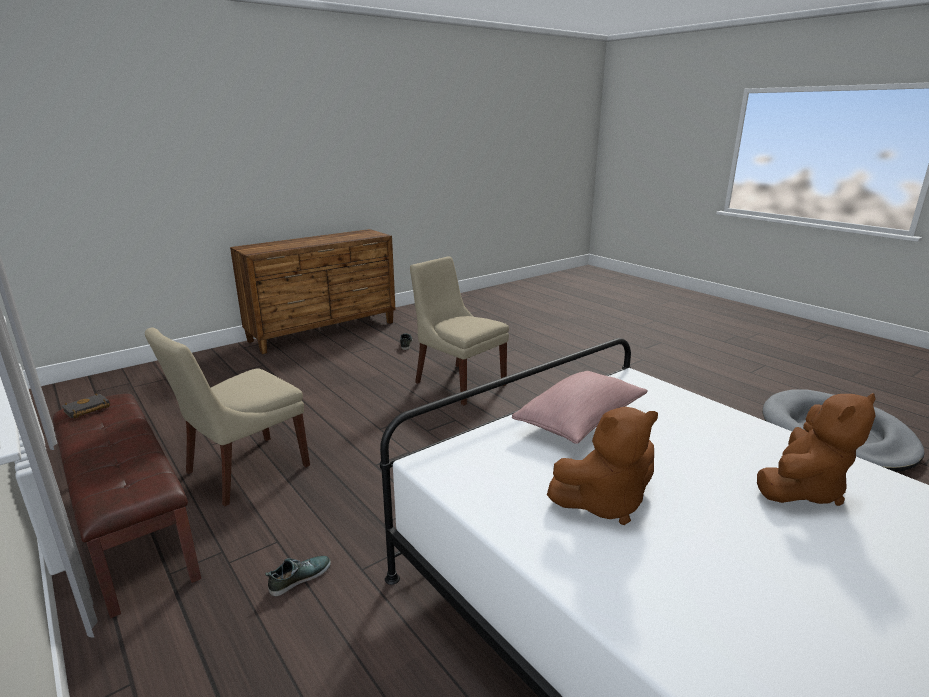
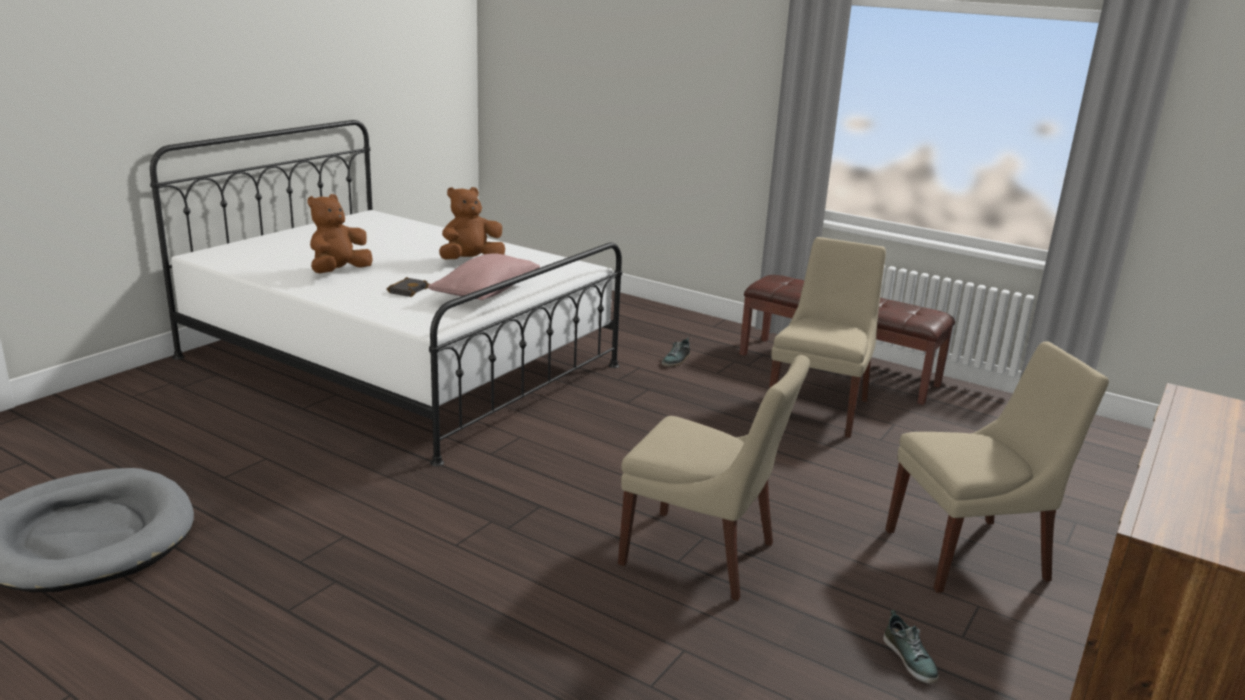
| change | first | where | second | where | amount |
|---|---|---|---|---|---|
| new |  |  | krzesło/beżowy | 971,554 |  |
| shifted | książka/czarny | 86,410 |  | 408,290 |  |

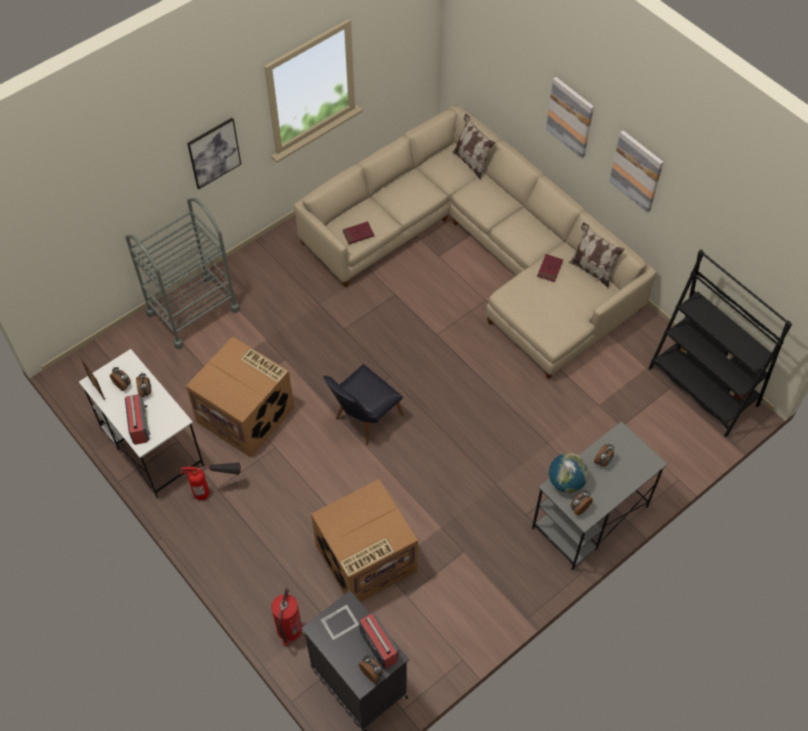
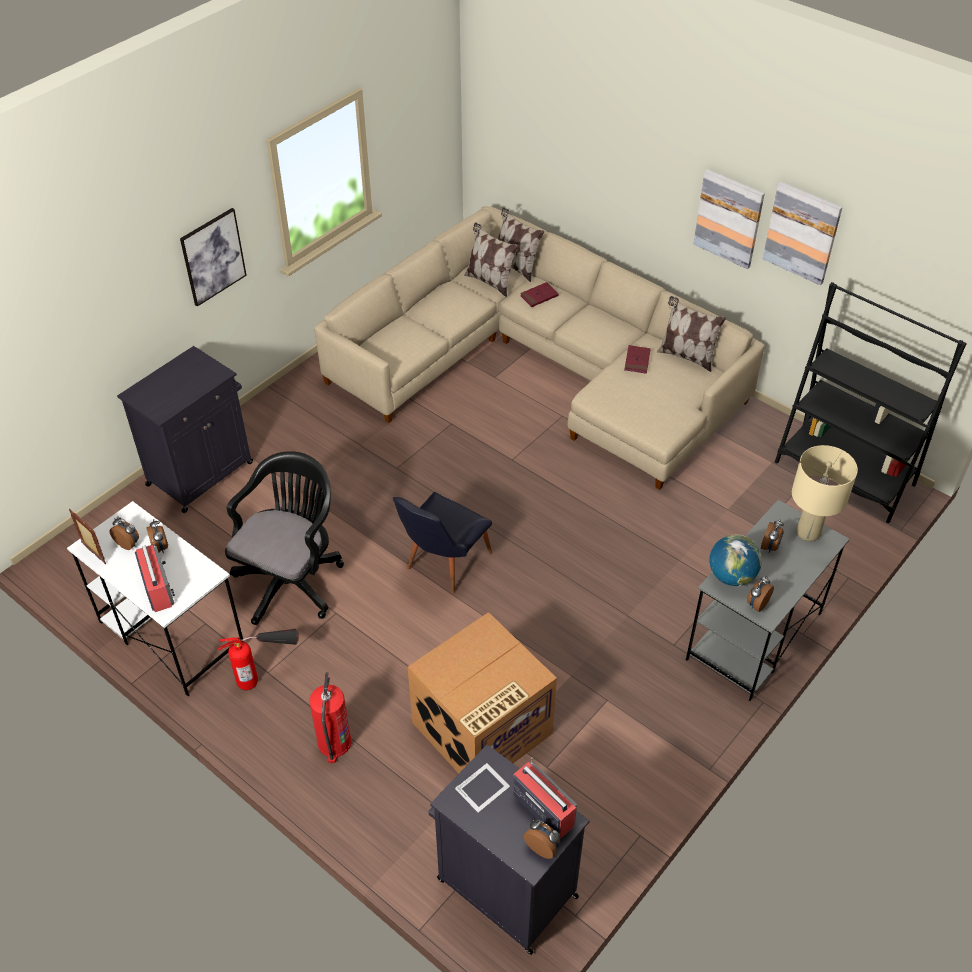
| change | first | where | second | where | amount |
|---|---|---|---|---|---|
| new |  |  | poduszka | 490,281 |  |
| new |  |  | lampa stołowa/beżowy | 808,533 |  |
| shifted | gaśnica | 289,629 |  | 334,743 |  |
| shifted | książka/czerwony | 358,234 |  | 539,296 |  |
| shifted | obraz | 570,117 |  | 802,232 |  |
| swapped | wózek/szary | 193,311 | szafka/czarny | 202,472 |  |
| swapped | karton | 247,414 | krzesło biurowe/czarny | 292,579 |  |

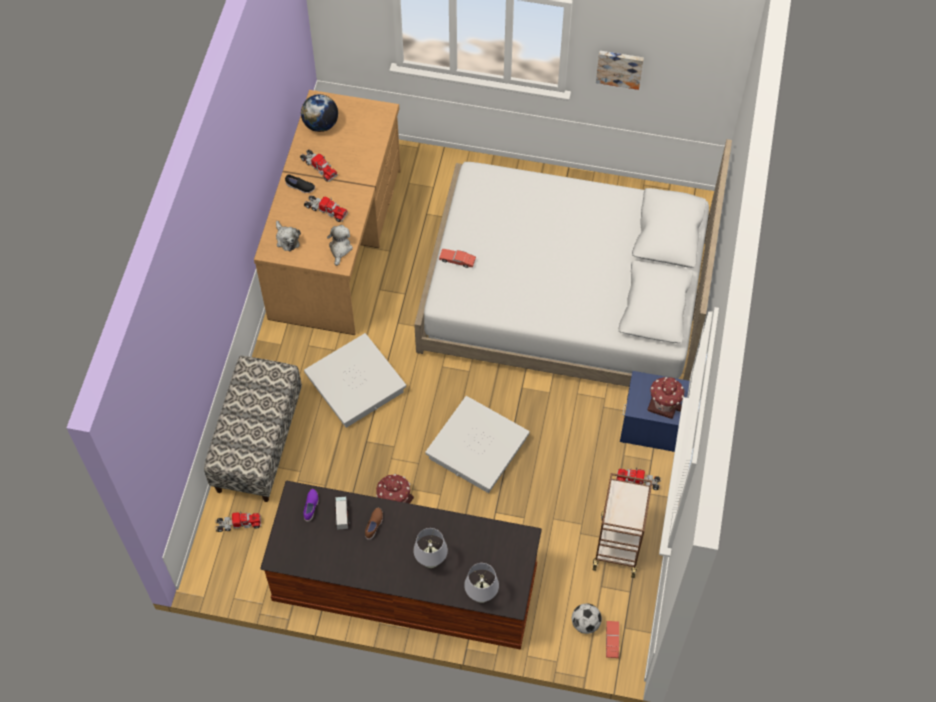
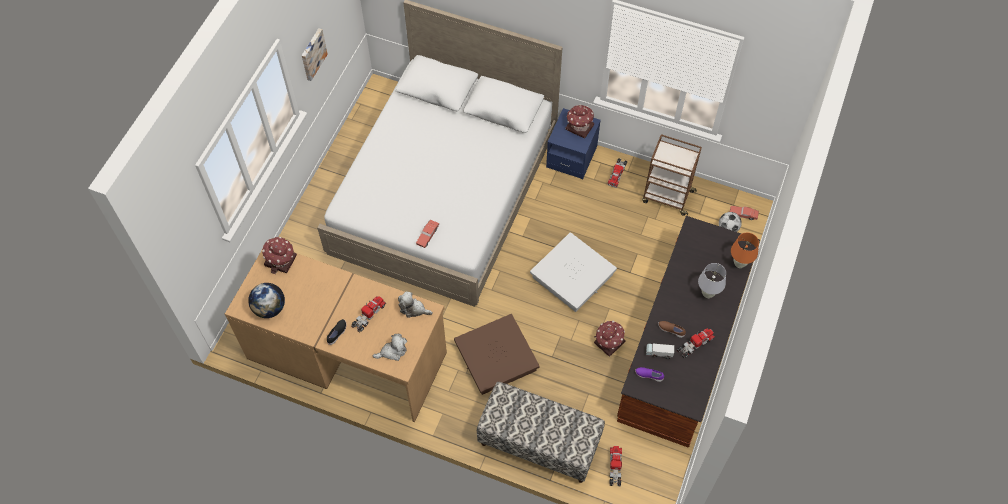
| change | first | where | second | where | amount |
|---|---|---|---|---|---|
| new |  |  | domek | 281,261 |  |
| shifted | ciężarówka zabawkowa | 318,167 |  | 695,344 |  |
| repainted | pojemnik do przechowywania/biały | 355,385 | pojemnik do przechowywania/brązowy | 496,358 |  |
| repainted | lampa stołowa/biały | 481,596 | lampa stołowa/pomarańczowy | 739,264 |  |

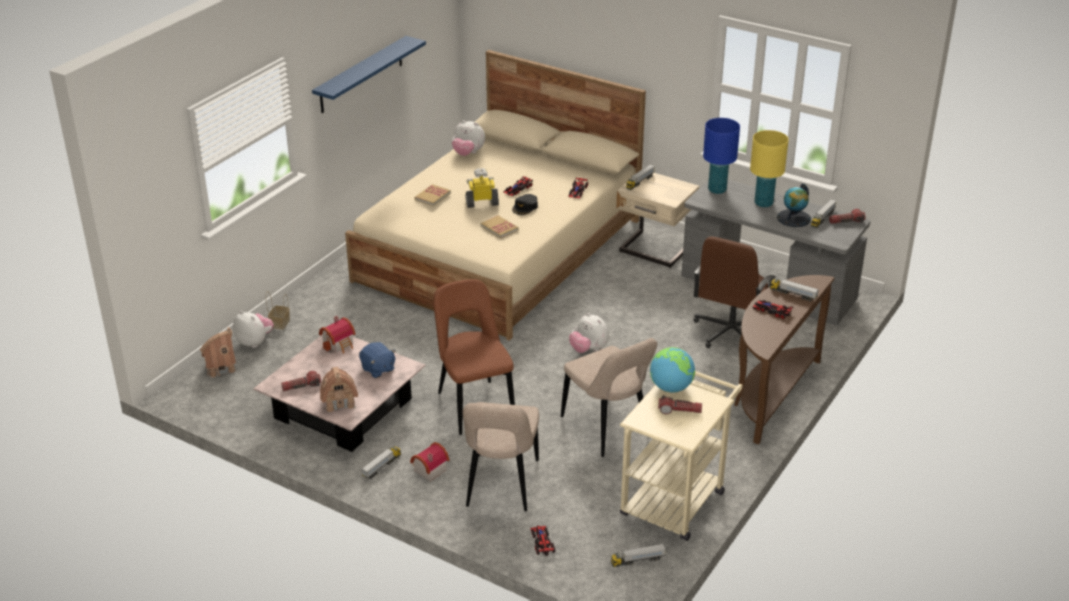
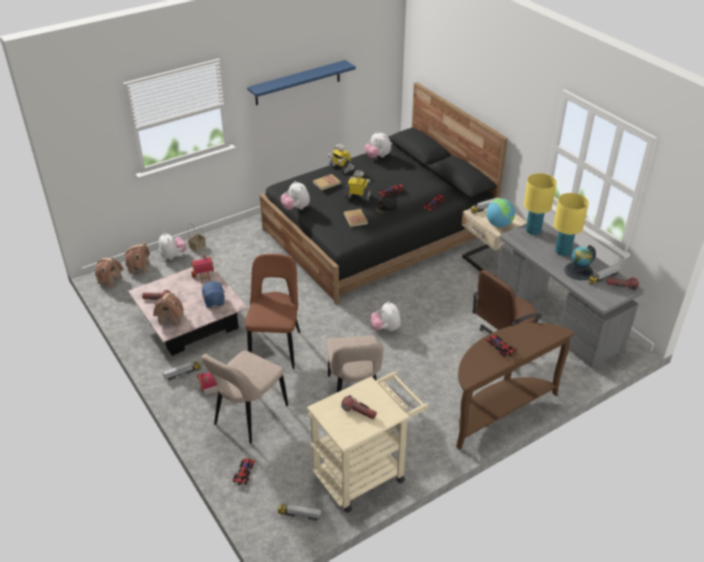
| change | first | where | second | where | amount |
|---|---|---|---|---|---|
| gone | ciężarówka zabawkowa | 793,294 |  |  |  |
| new |  |  | domek | 110,280 |  |
| new |  |  | pluszak | 296,208 |  |
| new |  |  | robot zabawkowy | 341,167 |  |
| shifted | globus | 671,387 |  | 499,224 |  |
| repainted | łóżko/beżowy | 500,250 | łóżko/czarny | 378,233 |  |
| repainted | lampa stołowa/niebieski | 717,190 | lampa stołowa/żółty | 533,231 |  |

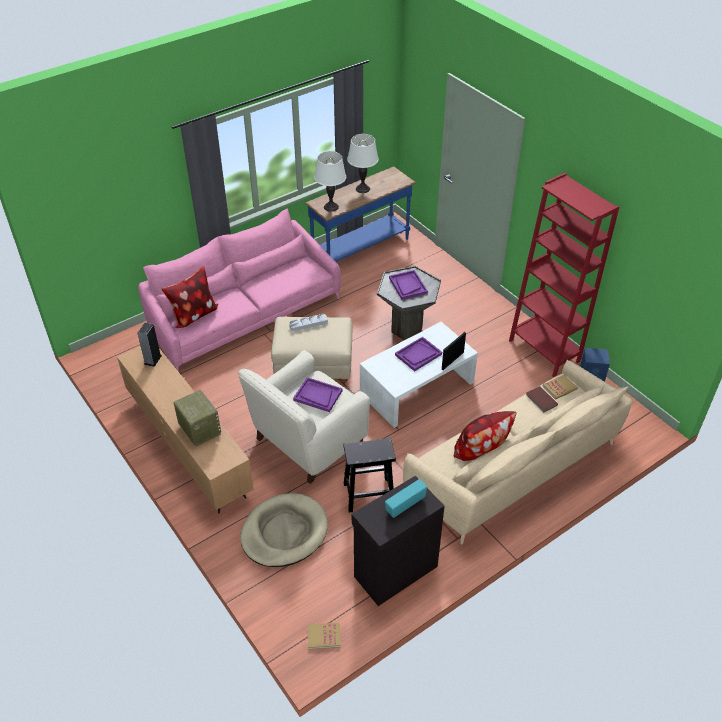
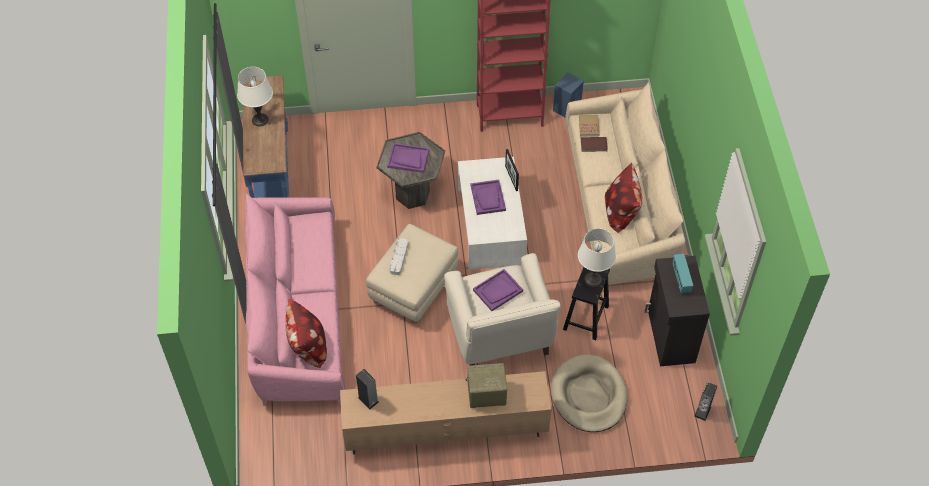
| change | first | where | second | where | amount |
|---|---|---|---|---|---|
| shifted | lampa stołowa/biały | 331,207 |  | 593,279 |  |
| swapped | książka | 324,636 | głośnik | 702,411 |  |

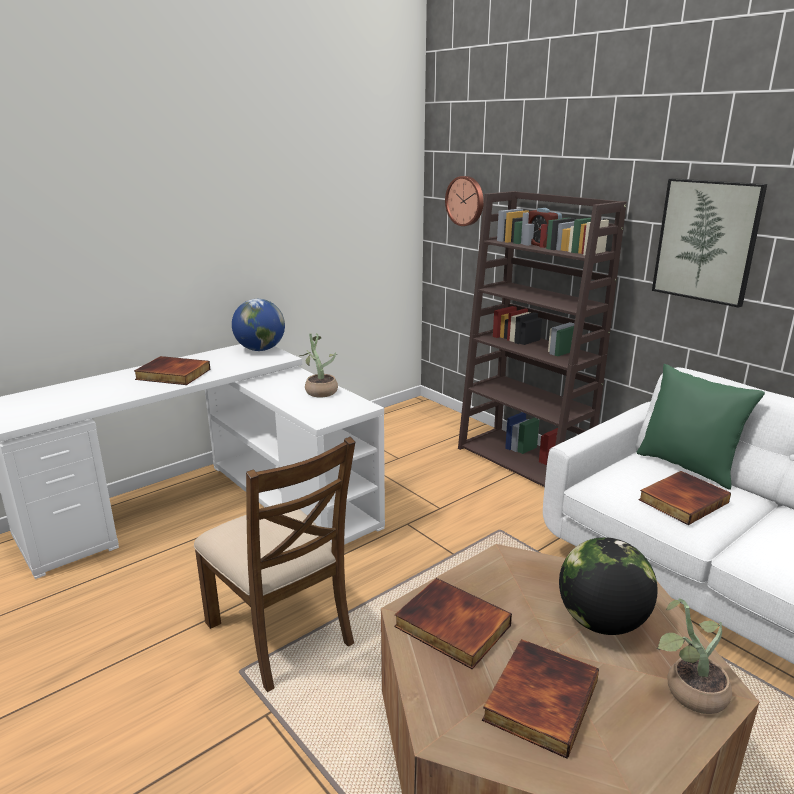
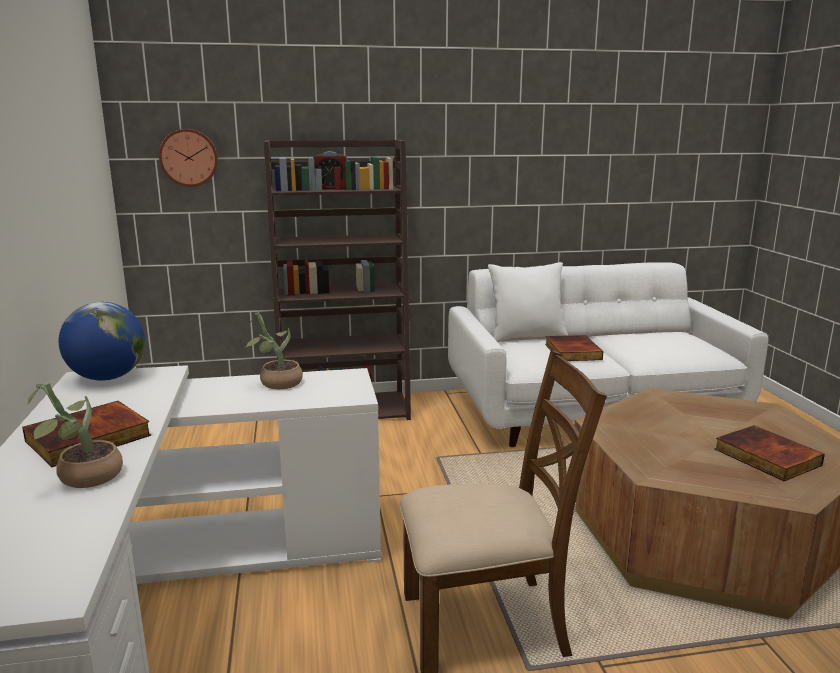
| change | first | where | second | where | amount |
|---|---|---|---|---|---|
| gone | książka | 450,627 |  |  |  |
| gone | globus | 601,622 |  |  |  |
| gone | obraz | 706,241 |  |  |  |
| shifted | roślina doniczkowa | 688,691 |  | 83,478 |  |
| repainted | poduszka/zielony | 687,466 | poduszka/biały | 526,337 |  |

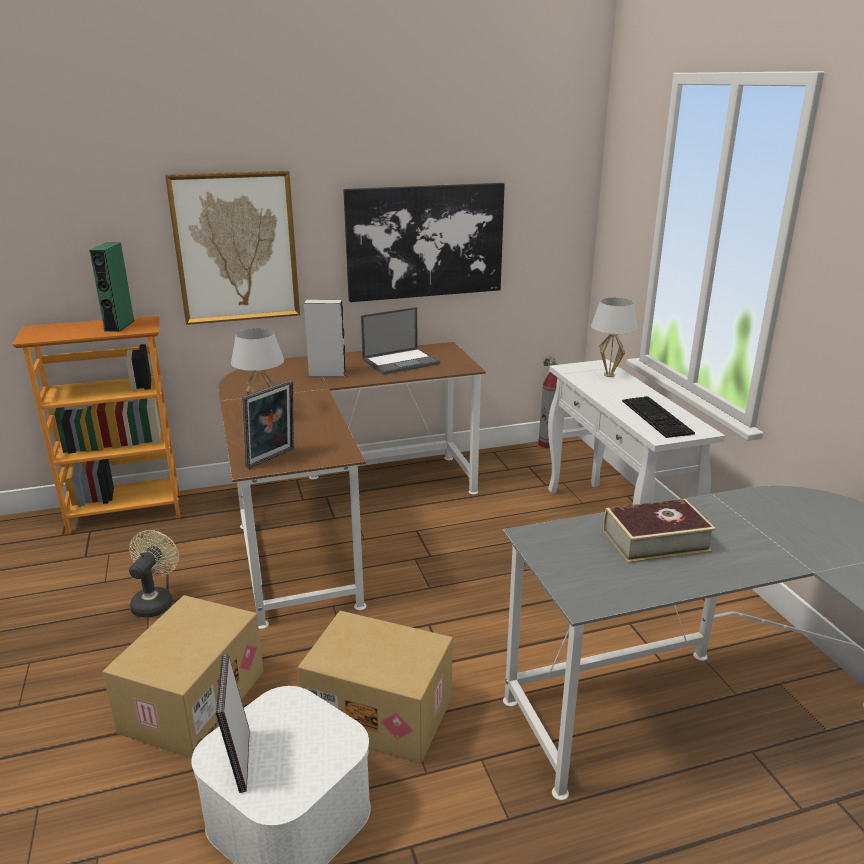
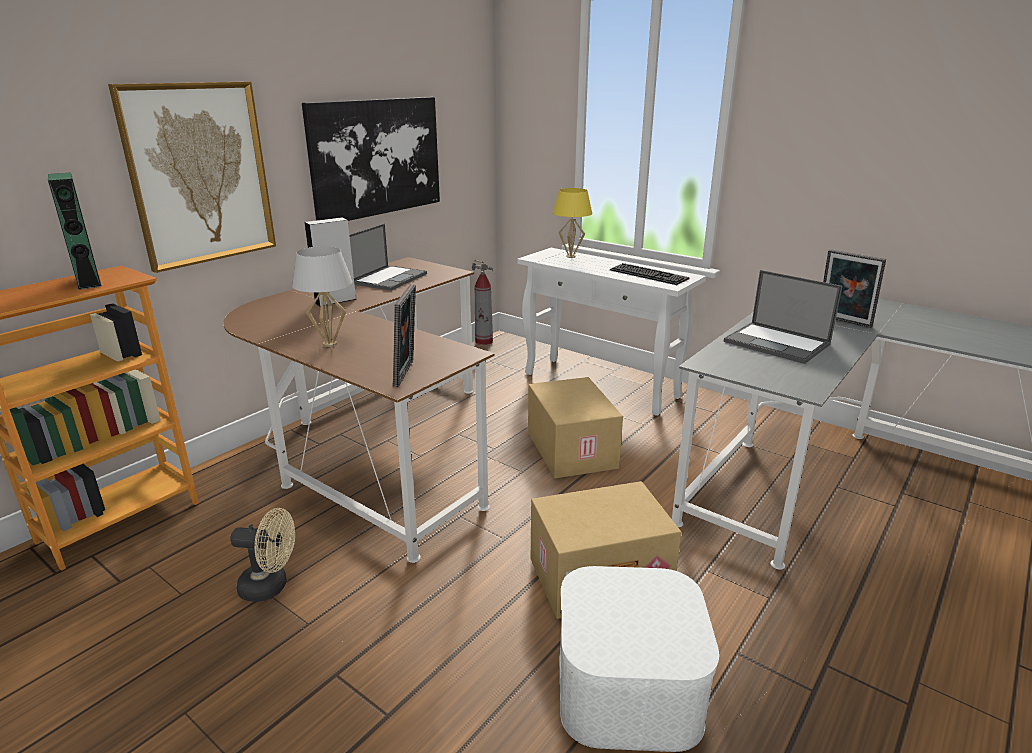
| change | first | where | second | where | amount |
|---|---|---|---|---|---|
| shifted | karton | 192,700 |  | 569,449 |  |
| shifted | ramka na zdjęcie | 239,761 |  | 843,322 |  |
| swapped | książka | 655,541 | laptop | 778,343 |  |
| repainted | lampa stołowa/biały | 609,375 | lampa stołowa/żółty | 570,256 |  |
| rotated | wentylator/beżowy | 155,601 |  | 271,586 | 120 degrees clockwise |

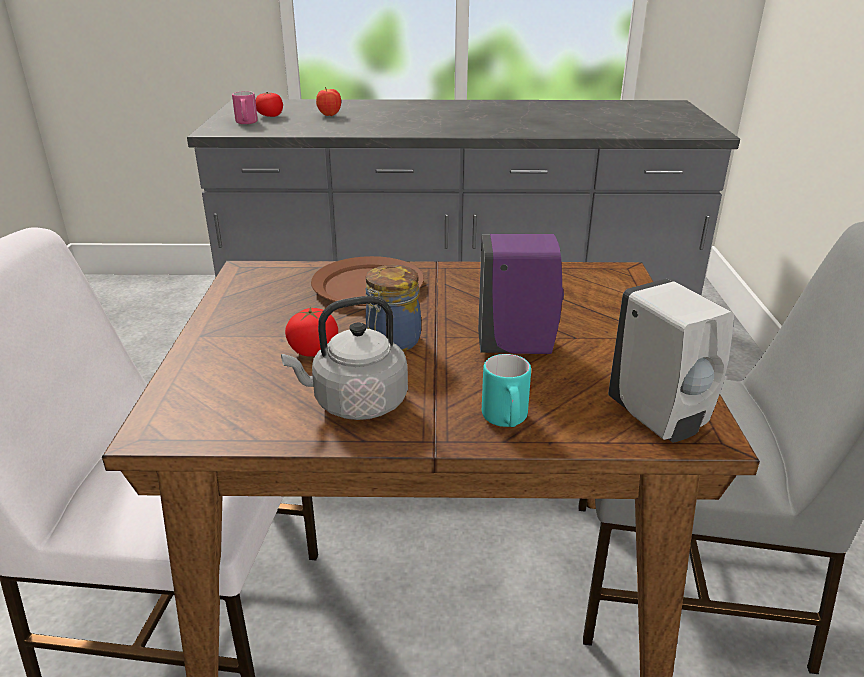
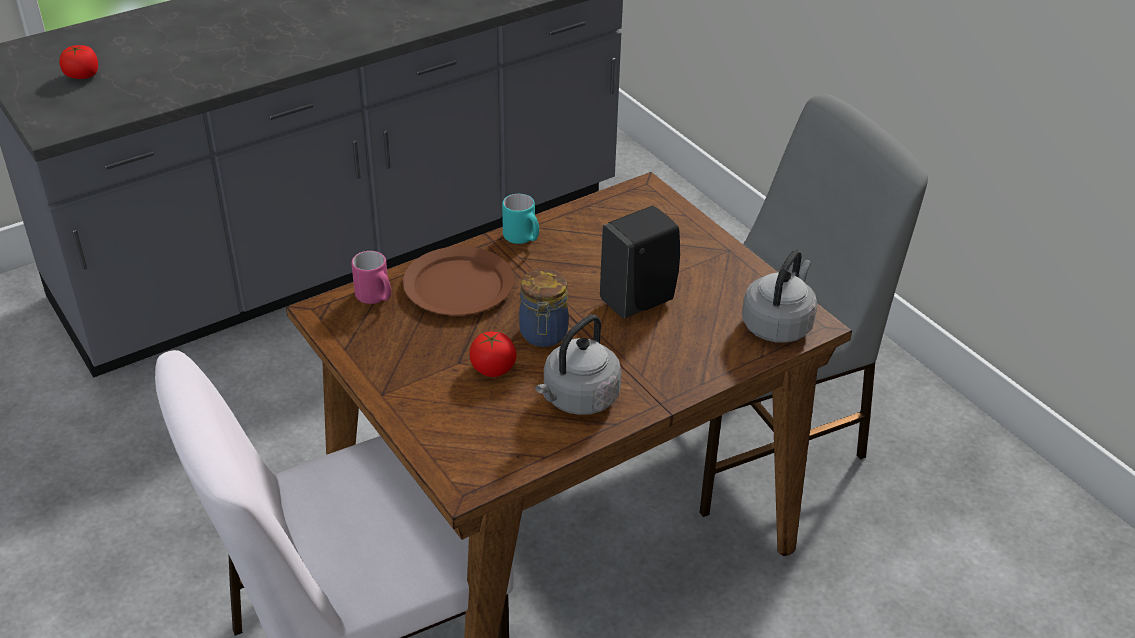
| change | first | where | second | where | amount |
|---|---|---|---|---|---|
| gone | jabłko | 329,115 |  |  |  |
| shifted | kubek/różowy | 246,123 |  | 376,298 |  |
| shifted | kubek/turkusowy | 506,421 |  | 523,239 |  |
| swapped | dozownik mydła/biały | 659,419 | czajnik/szary | 778,324 |  |
| repainted | dozownik mydła/fioletowy | 518,347 | dozownik mydła/czarny | 639,301 |  |

